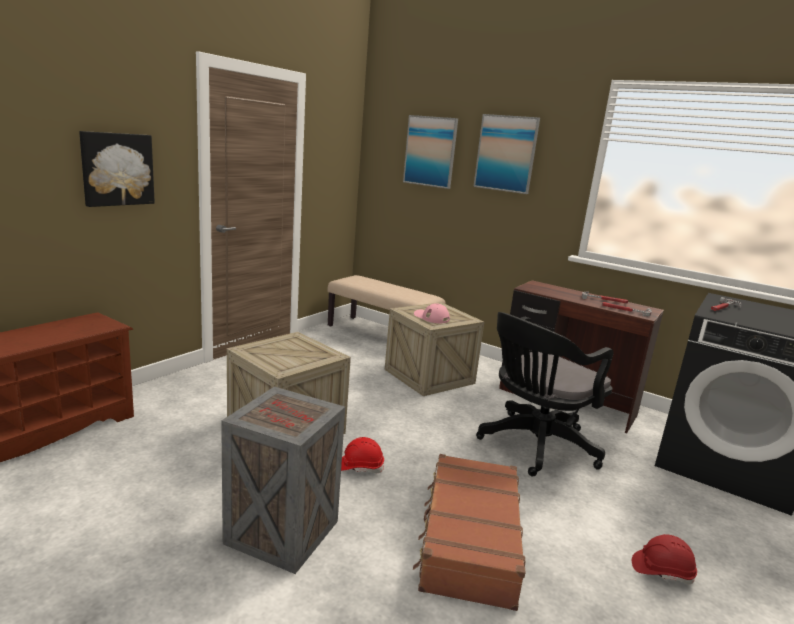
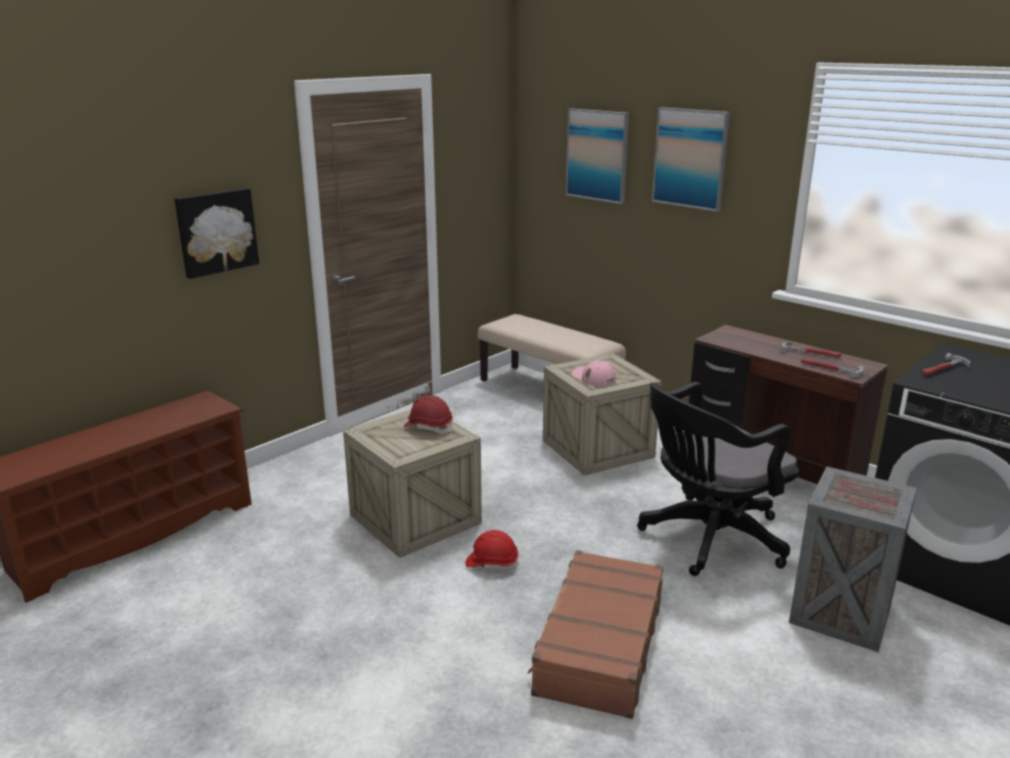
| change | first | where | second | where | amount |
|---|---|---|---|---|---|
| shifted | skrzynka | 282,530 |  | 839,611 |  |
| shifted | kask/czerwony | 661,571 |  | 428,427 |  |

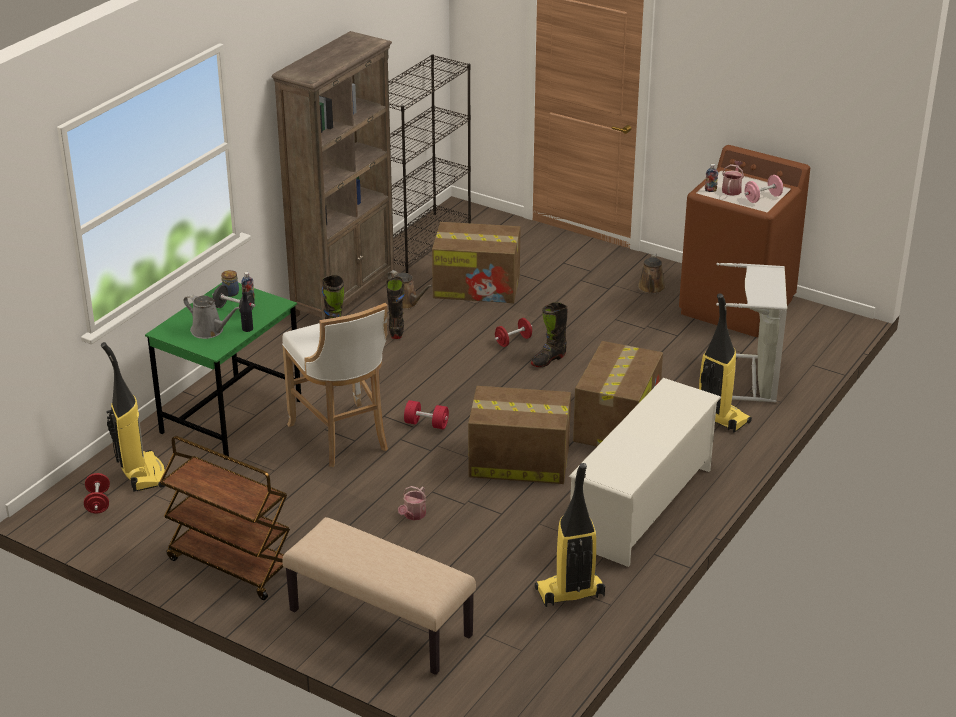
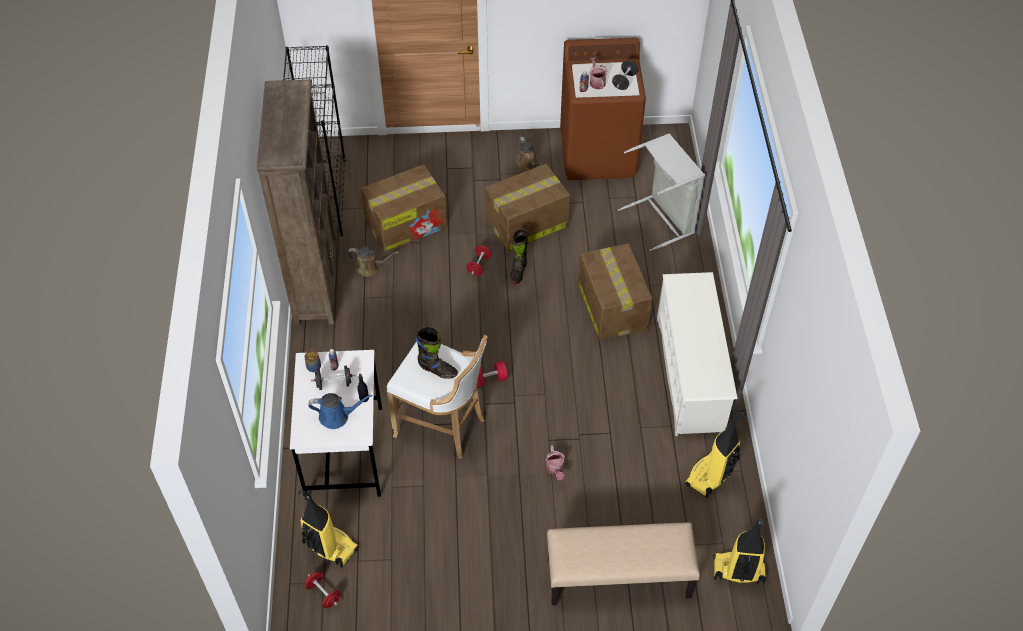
| change | first | where | second | where | amount |
|---|---|---|---|---|---|
| gone | wózek/brązowy | 230,566 |  |  |  |
| gone | but z cholewką/czarny | 396,329 |  |  |  |
| shifted | karton | 517,461 |  | 525,223 |  |
| shifted | odkurzacz | 718,418 |  | 738,571 |  |
| repainted | biurko/zielony | 231,417 | biurko/biały | 344,452 |  |
| repainted | konewka/szary | 209,331 | konewka/niebieski | 337,416 |  |
| repainted | hantel/różowy | 762,198 | hantel/czarny | 624,81 |  |

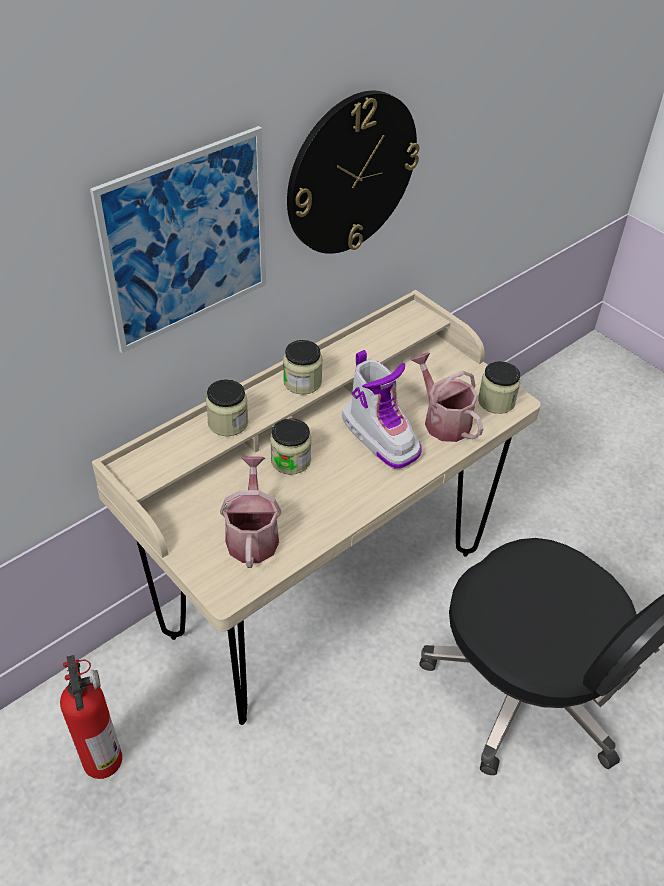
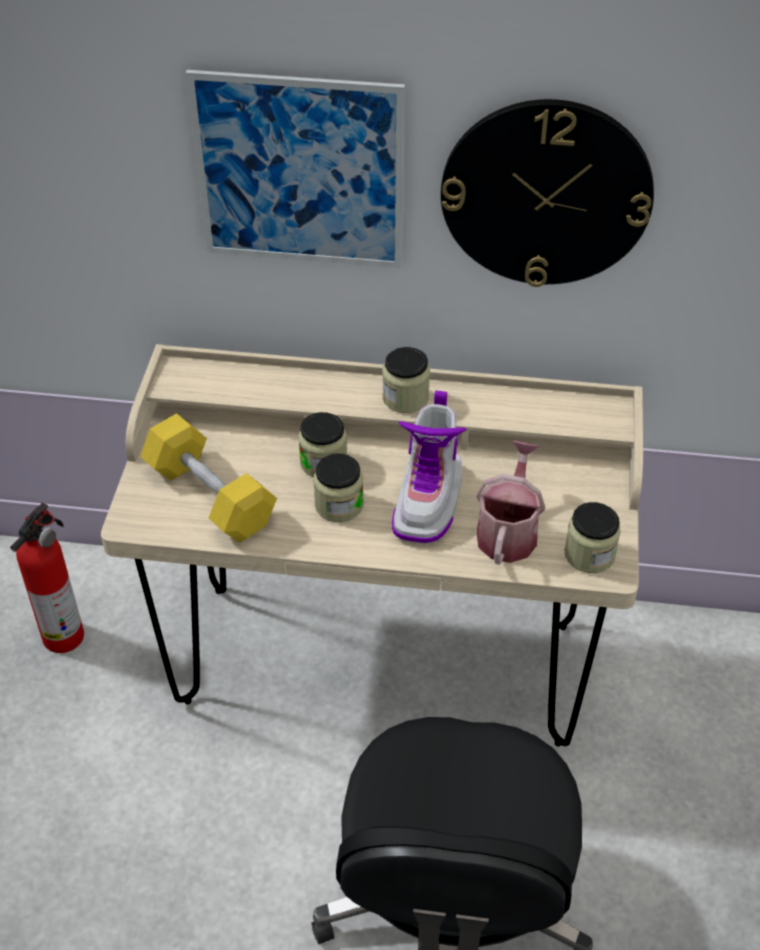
| change | first | where | second | where | amount |
|---|---|---|---|---|---|
| shifted | słoik | 228,422 |  | 339,505 |  |
| swapped | konewka | 252,535 | hantel/żółty | 210,496 |  |

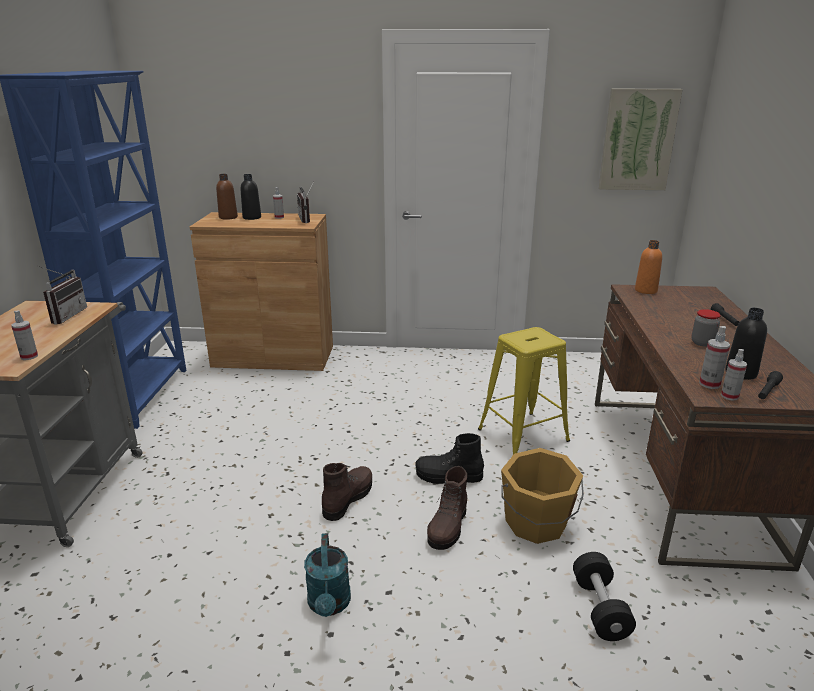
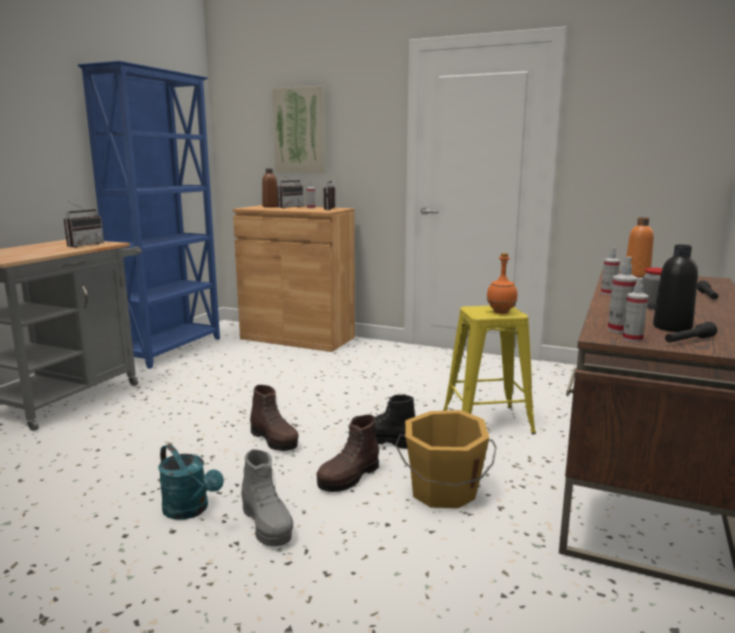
| change | first | where | second | where | amount |
|---|---|---|---|---|---|
| gone | hantel/czarny | 600,608 |  |  |  |
| new |  |  | but z cholewką/szary | 267,524 |  |
| new |  |  | butelka/pomarańczowy | 501,312 |  |
| shifted | spryskiwacz | 29,356 |  | 608,293 |  |
| shifted | obraz | 638,140 |  | 300,130 |  |
| swapped | butelka/czarny | 252,217 | radio | 289,207 |  |
| rotated | konewka/turkusowy | 329,605 |  | 190,510 | 60 degrees counterclockwise |
| rotated | but z cholewką/brązowy | 347,499 |  | 274,440 | 90 degrees clockwise |

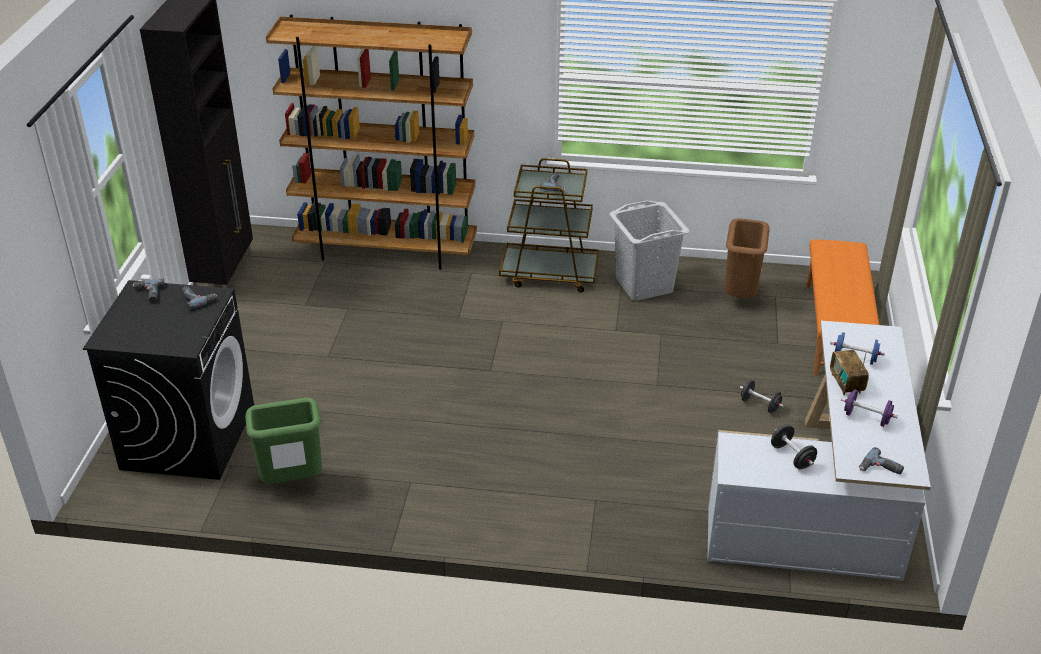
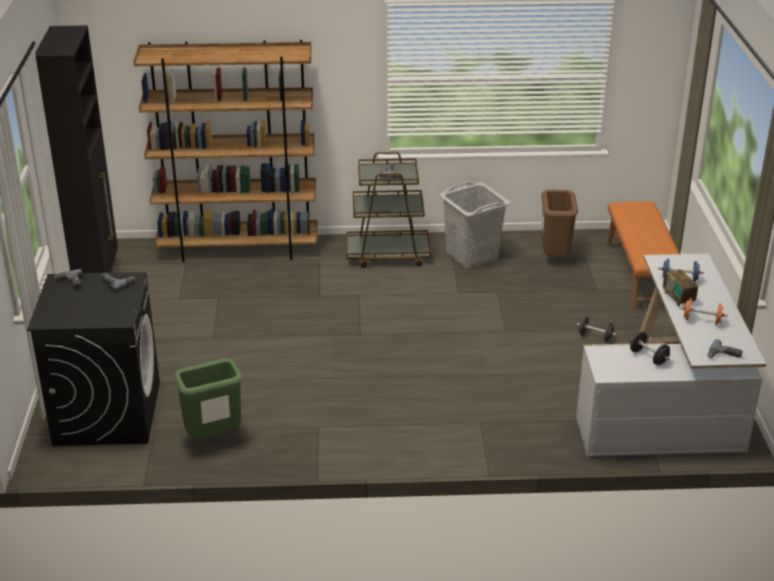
| change | first | where | second | where | amount |
|---|---|---|---|---|---|
| repainted | hantel/fioletowy | 866,418 | hantel/pomarańczowy | 702,320 |  |

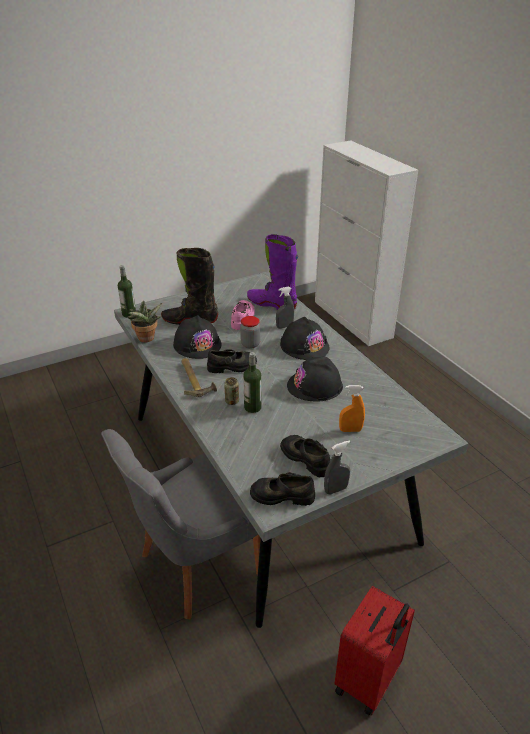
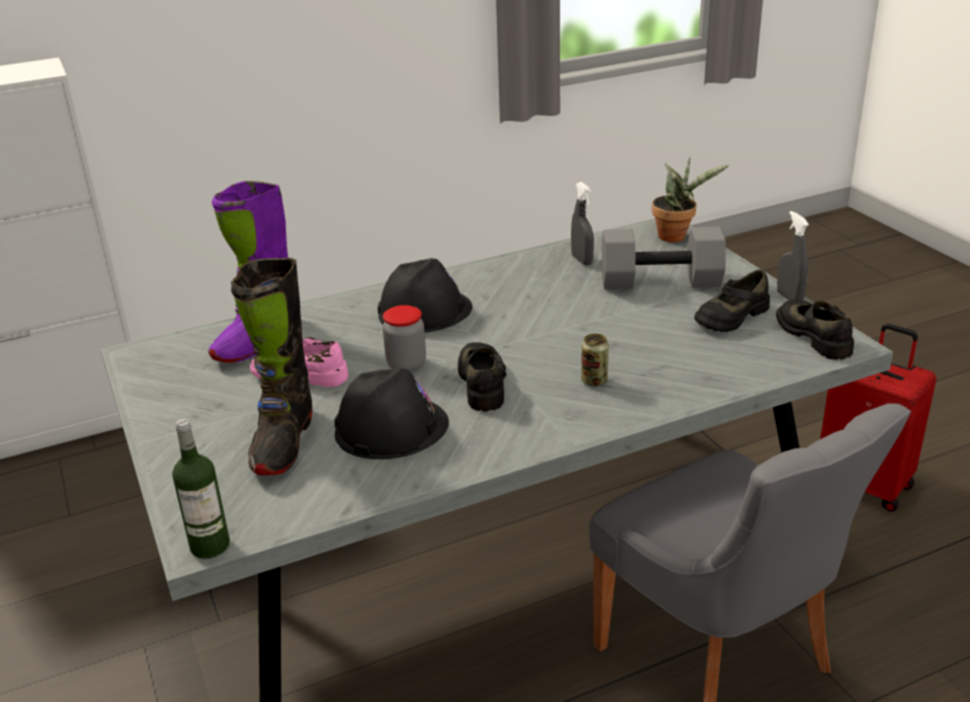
| change | first | where | second | where | amount |
|---|---|---|---|---|---|
| gone | młotek | 195,379 |  |  |  |
| gone | butelka | 252,407 |  |  |  |
| gone | kask/czarny | 315,386 |  |  |  |
| shifted | roślina doniczkowa | 146,339 |  | 676,236 |  |
| shifted | spryskiwacz/szary | 284,326 |  | 582,260 |  |
| swapped | spryskiwacz/pomarańczowy | 350,430 | hantel/szary | 659,282 |  |
| rotated | but/czarny | 282,495 |  | 815,336 | 150 degrees clockwise |

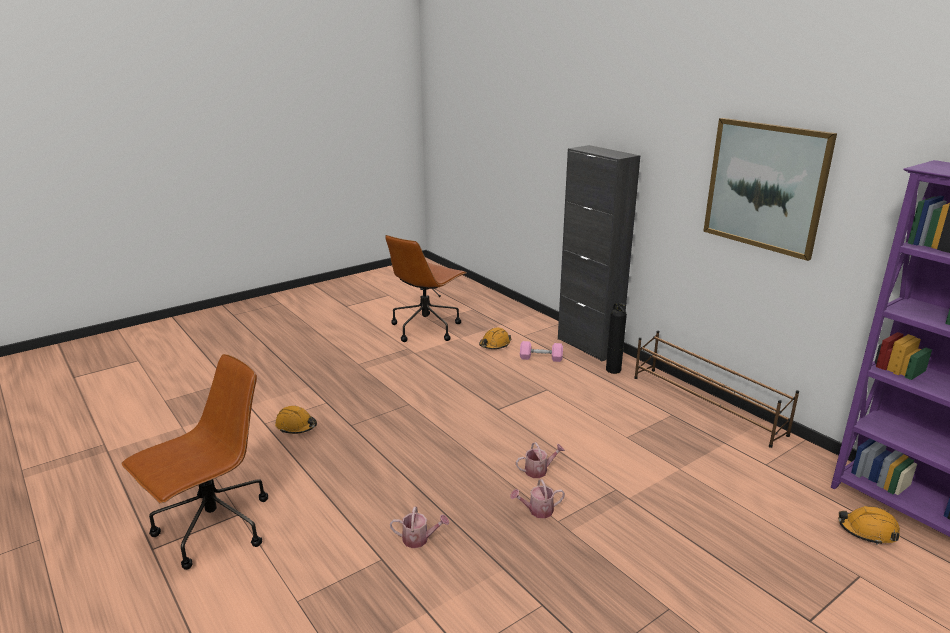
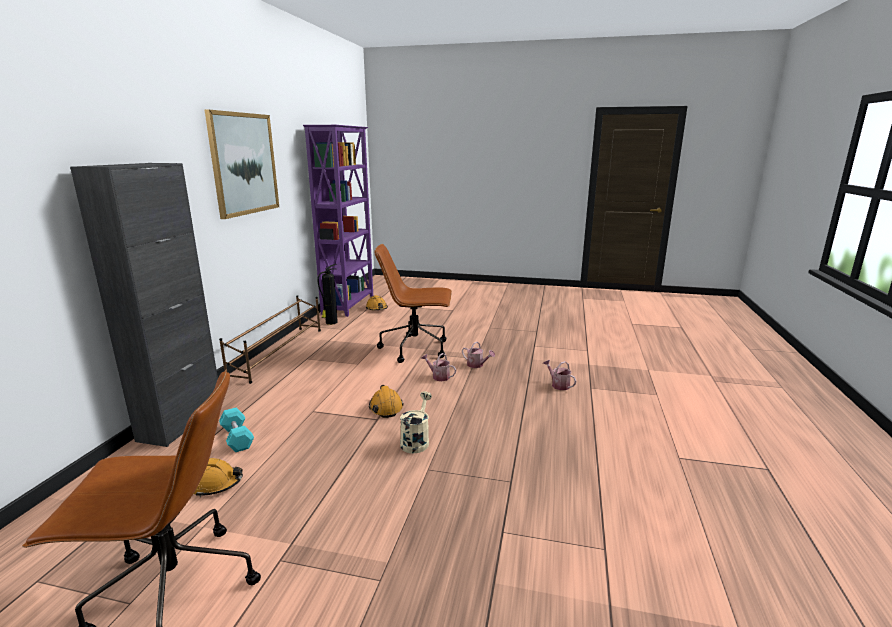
| change | first | where | second | where | amount |
|---|---|---|---|---|---|
| new |  |  | konewka/beżowy | 416,440 |  |
| shifted | krzesło biurowe/brązowy | 213,529 |  | 416,348 |  |
| shifted | kask/pomarańczowy | 296,426 |  | 386,407 |  |
| shifted | gaśnica | 613,369 |  | 331,323 |  |
| repainted | hantel/różowy | 541,358 | hantel/turkusowy | 237,438 |  |

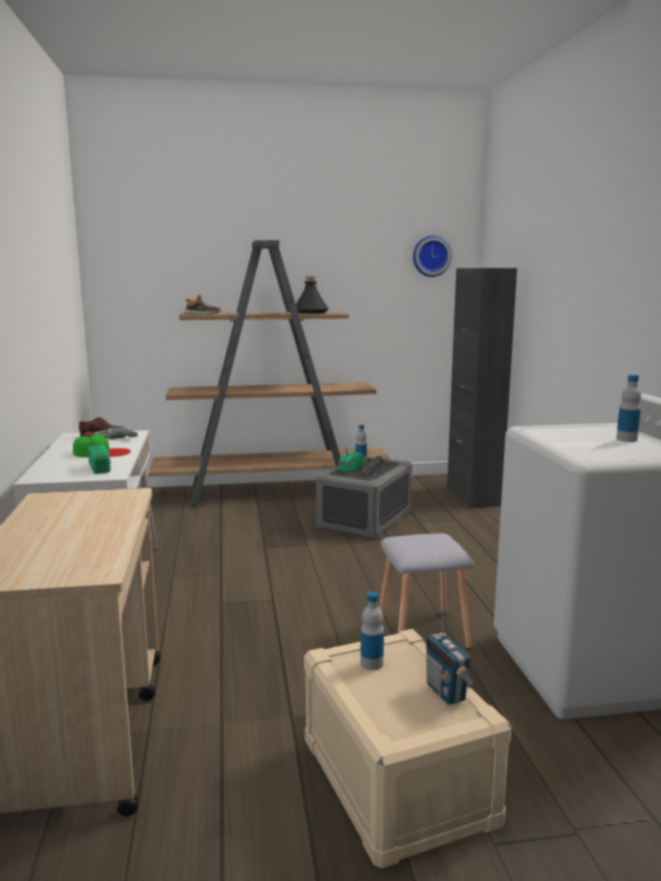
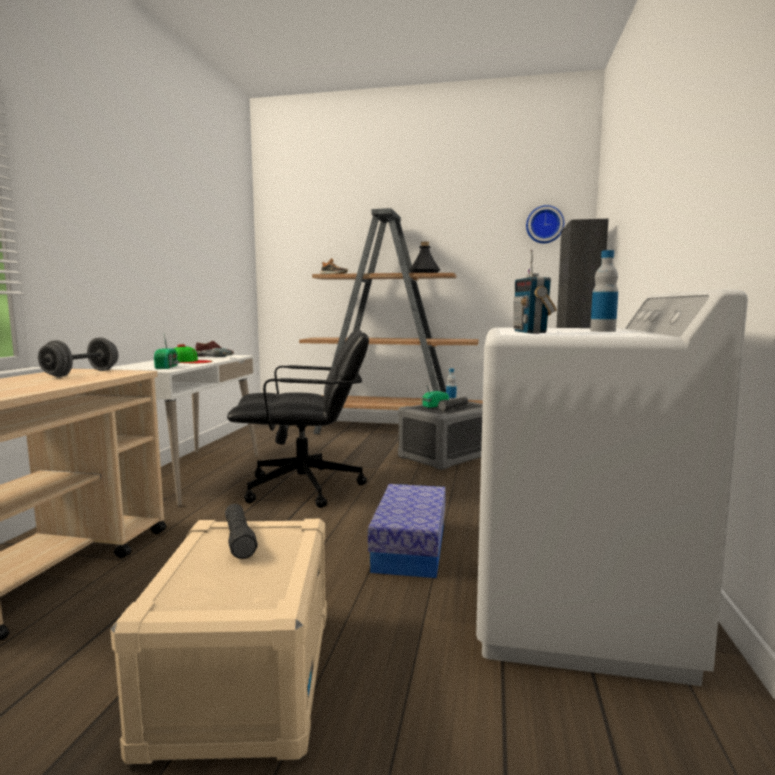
| change | first | where | second | where | amount |
|---|---|---|---|---|---|
| new |  |  | hantel/szary | 81,373 |  |
| new |  |  | krzesło biurowe/czarny | 305,488 |  |
| shifted | radio | 446,692 |  | 530,332 |  |
| swapped | butelka | 371,663 | latarka/czarny | 239,539 |  |
| swapped | stołek/szary | 421,632 | pojemnik do przechowywania | 410,547 |  |

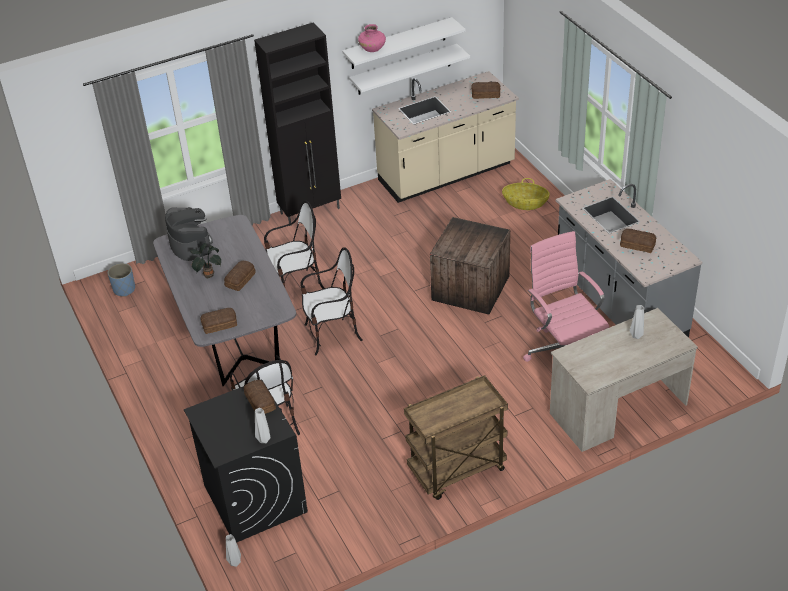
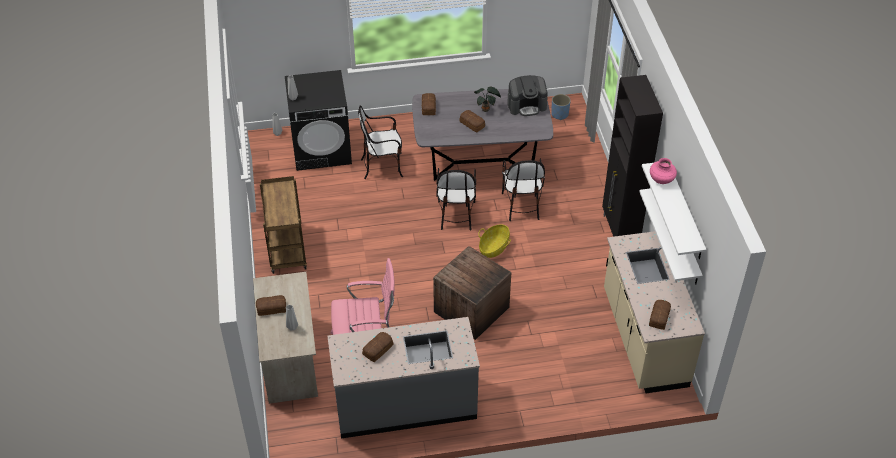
| change | first | where | second | where | amount |
|---|---|---|---|---|---|
| shifted | chleb | 259,402 |  | 271,308 |  |
| shifted | koszyk | 525,204 |  | 494,247 |  |

